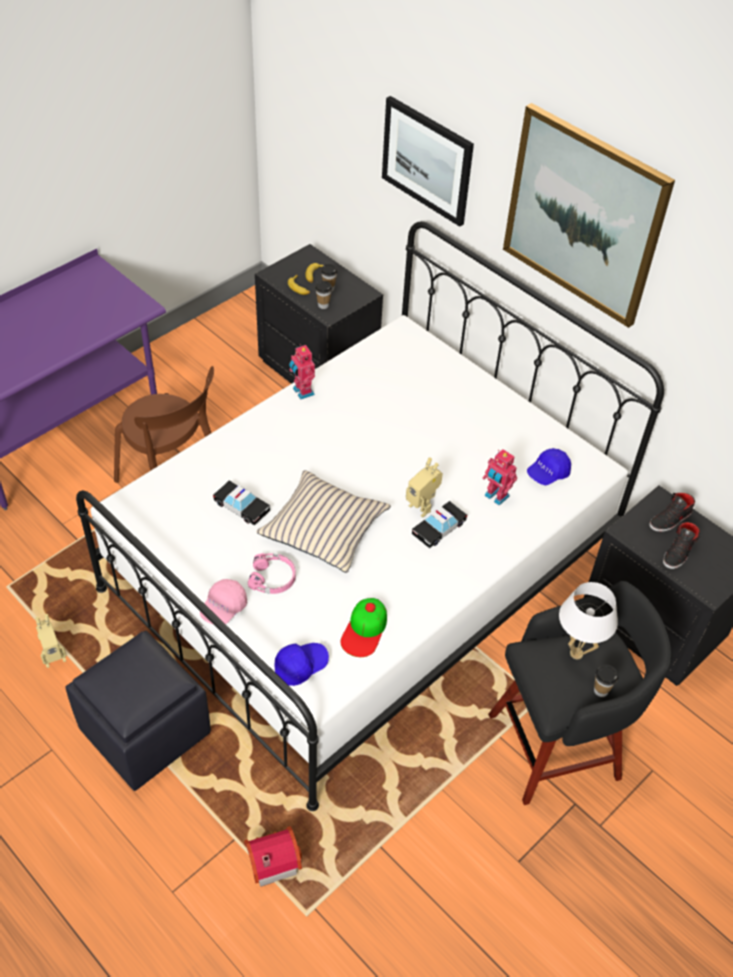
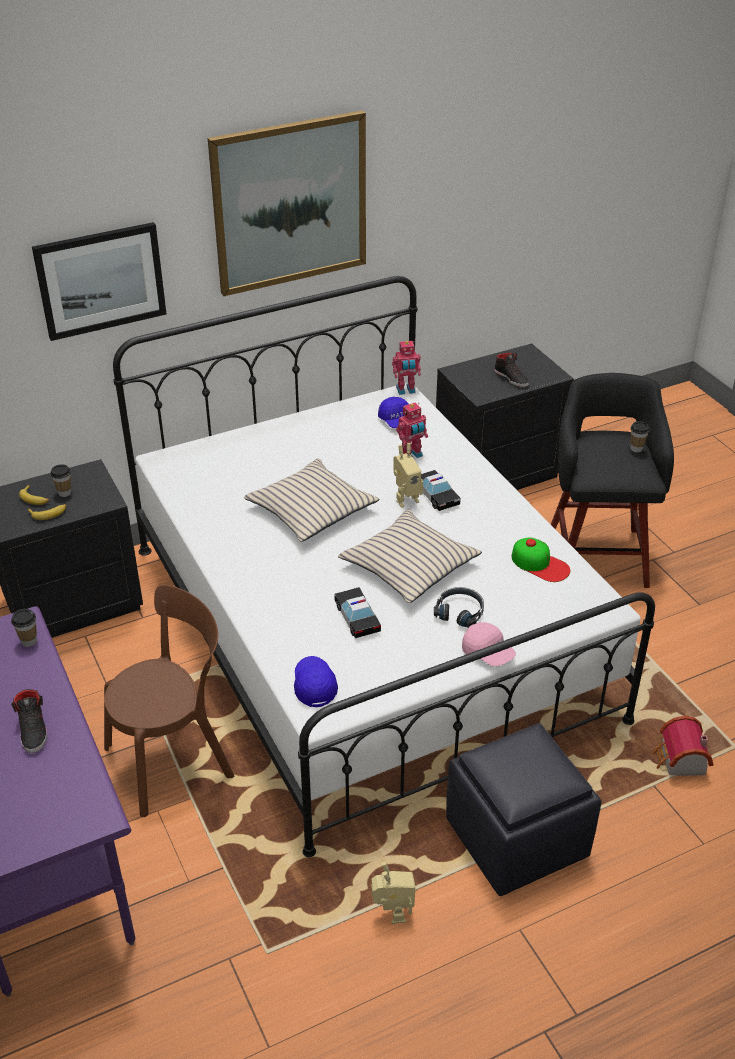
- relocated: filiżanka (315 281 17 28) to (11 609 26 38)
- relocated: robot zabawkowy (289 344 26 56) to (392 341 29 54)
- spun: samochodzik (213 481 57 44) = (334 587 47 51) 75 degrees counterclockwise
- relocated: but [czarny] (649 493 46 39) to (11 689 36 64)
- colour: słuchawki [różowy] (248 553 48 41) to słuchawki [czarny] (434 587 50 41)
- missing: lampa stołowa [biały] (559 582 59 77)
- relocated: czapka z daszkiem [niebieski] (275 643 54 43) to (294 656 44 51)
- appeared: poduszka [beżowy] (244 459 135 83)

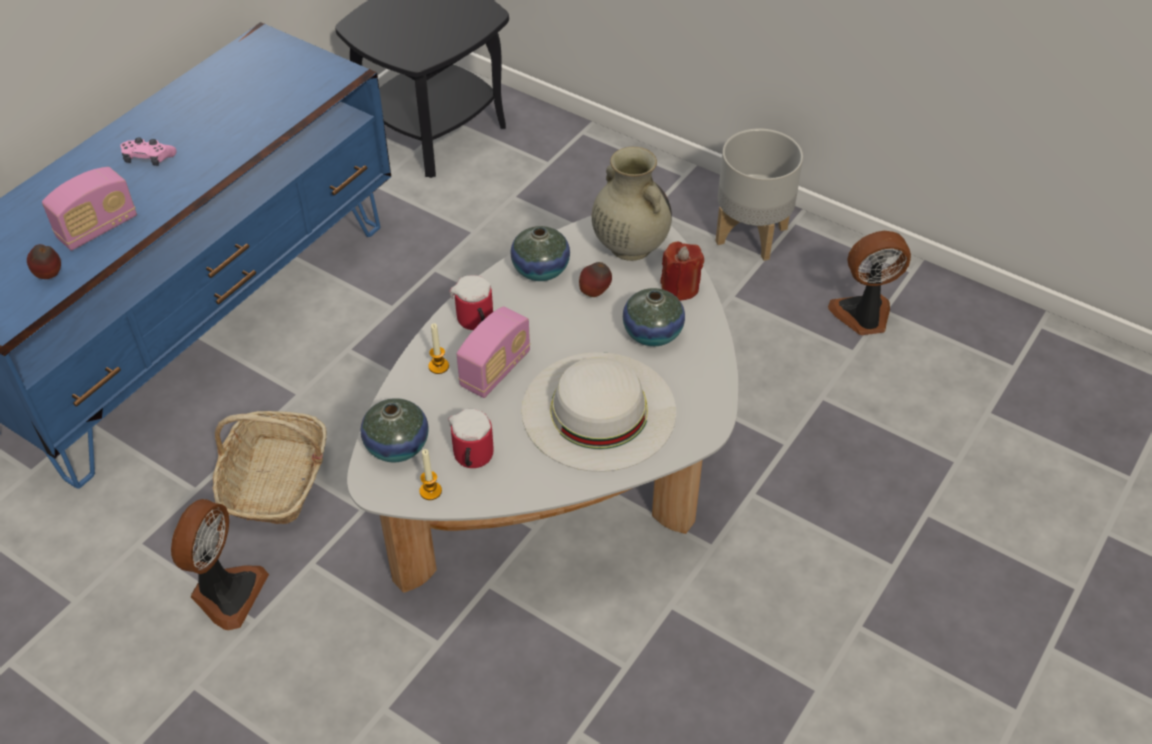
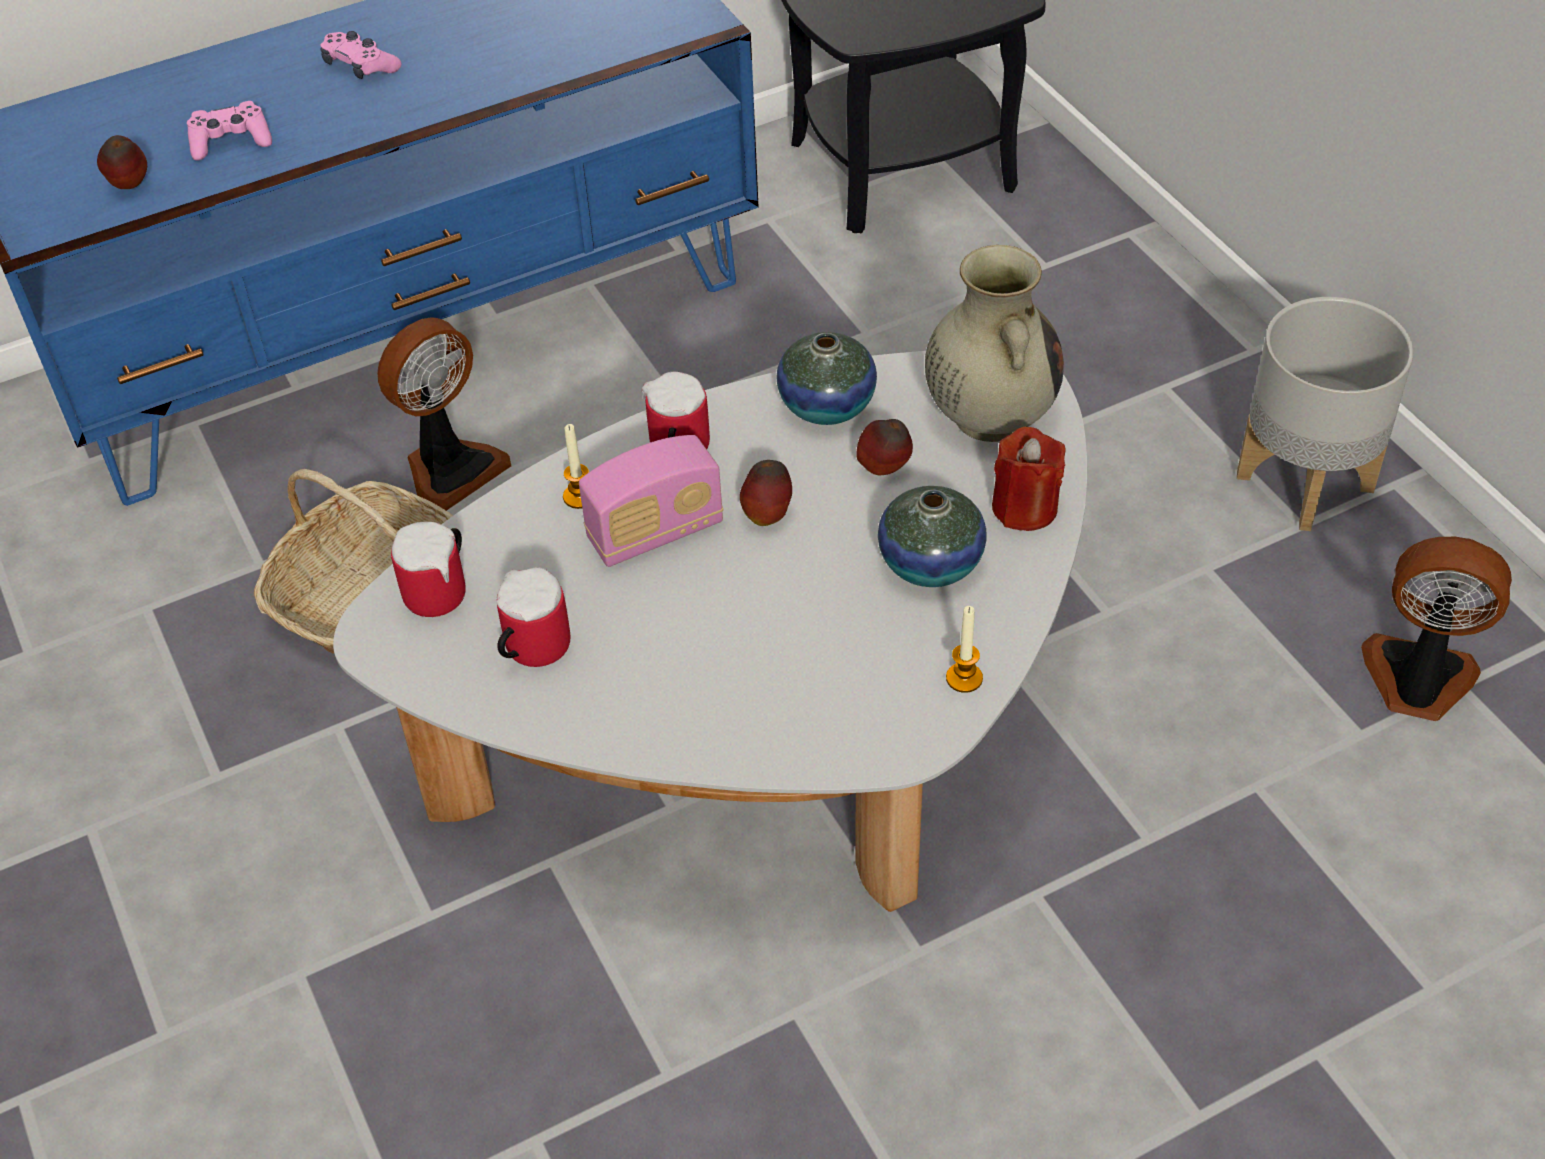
- exchanged: radio (42 167 95 84) to pad do gier [różowy] (187 101 85 60)
- missing: kapelusz [biały] (522 352 154 120)
- exchanged: wazon (360 398 69 64) to kubek (391 522 75 95)
- relocated: świeca (419 449 23 51) to (946 606 37 87)
- relocated: wentylator (171 499 98 131) to (377 317 134 194)
- appeared: jabłko (740 460 52 66)

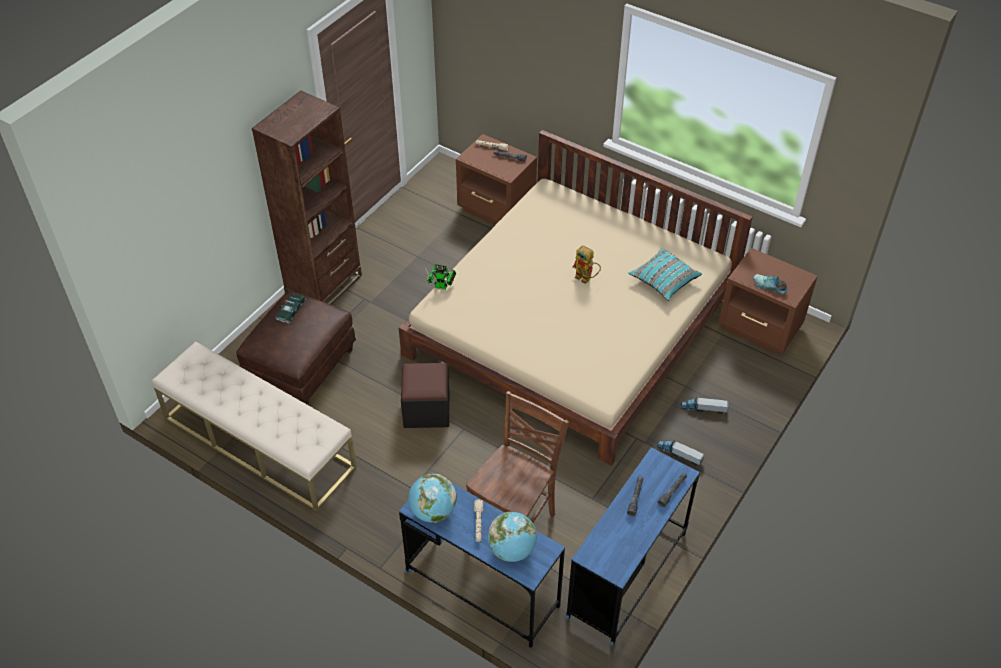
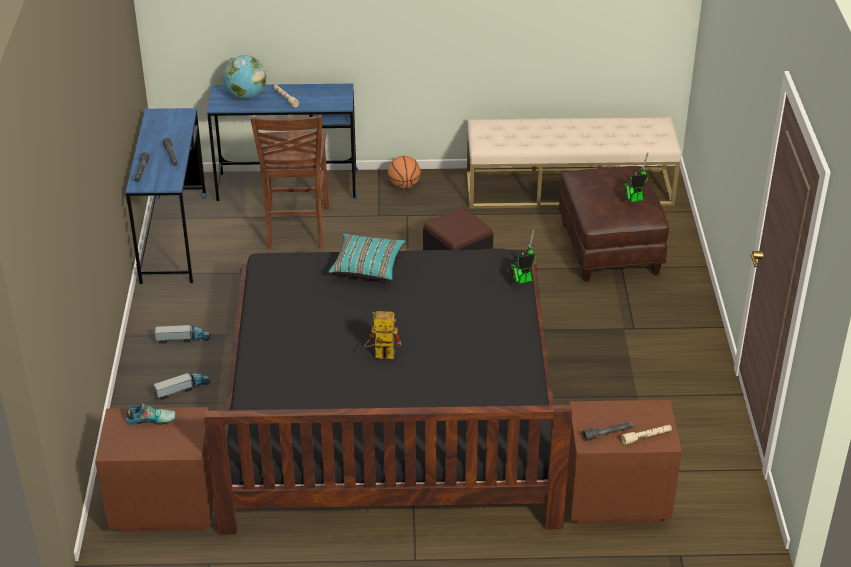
- missing: regał [brązowy] (252 91 110 214)
- colour: łóżko [beżowy] (399 130 354 336) to łóżko [czarny] (204 249 369 286)
- relocated: poduszka [turkusowy] (628 248 74 53) to (329 233 76 48)
- exchanged: samochodzik (276 293 30 30) to robot zabawkowy (624 152 24 50)
- missing: globus (408 474 49 49)
- appeared: piłka do koszykówki (388 156 33 33)

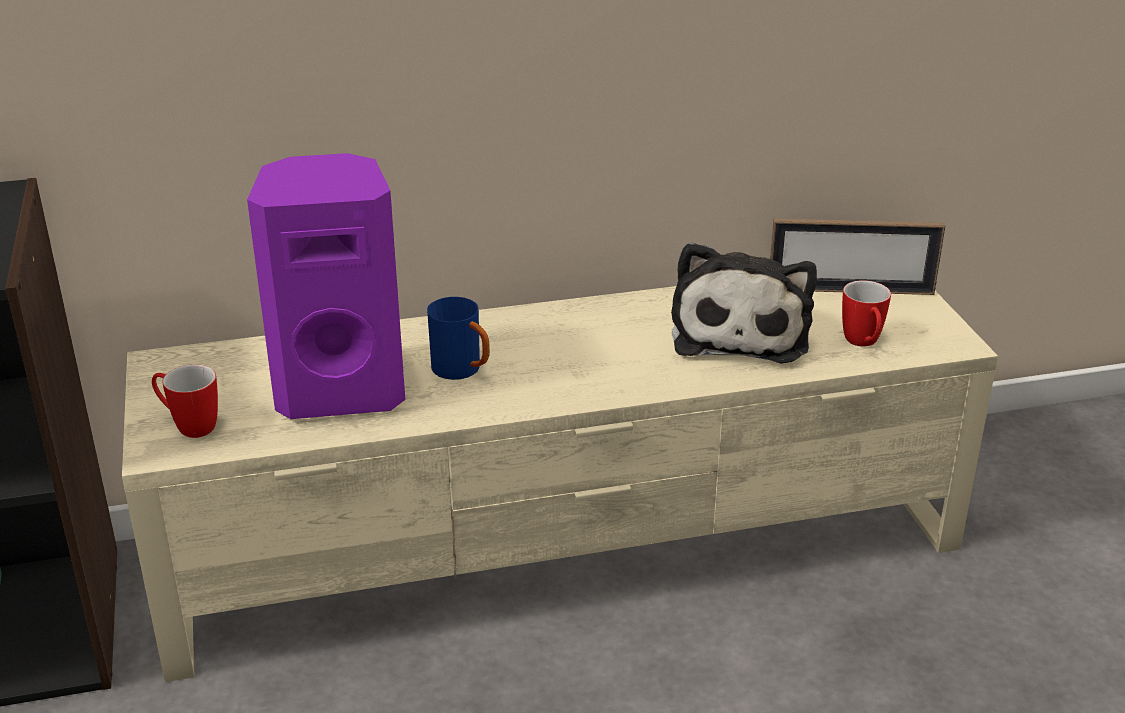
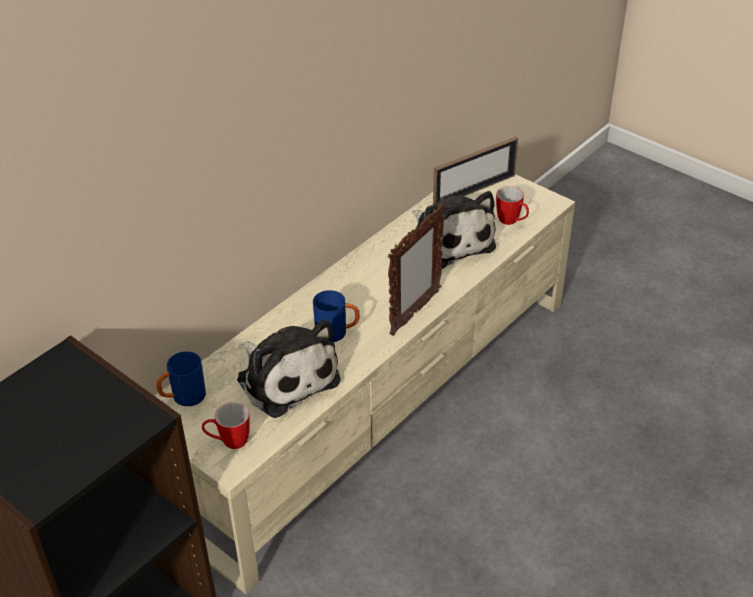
- exchanged: głośnik [fioletowy] (247 153 158 266) to pluszak (237 319 104 99)
- appeared: ramka na zdjęcie (388 204 57 132)
- appeared: kubek [niebieski] (156 351 50 55)

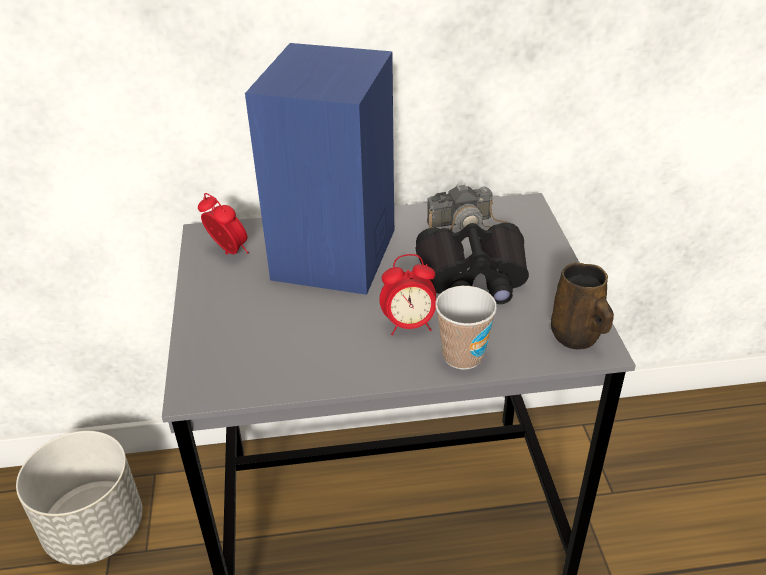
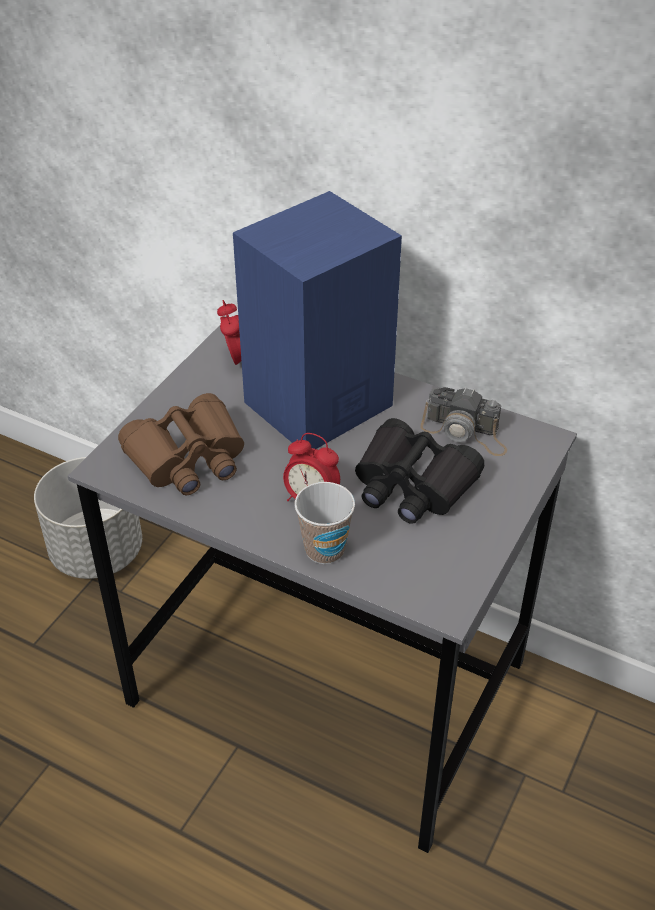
- missing: kubek [brązowy] (551 263 63 87)
- appeared: lornetka [brązowy] (118 393 126 102)

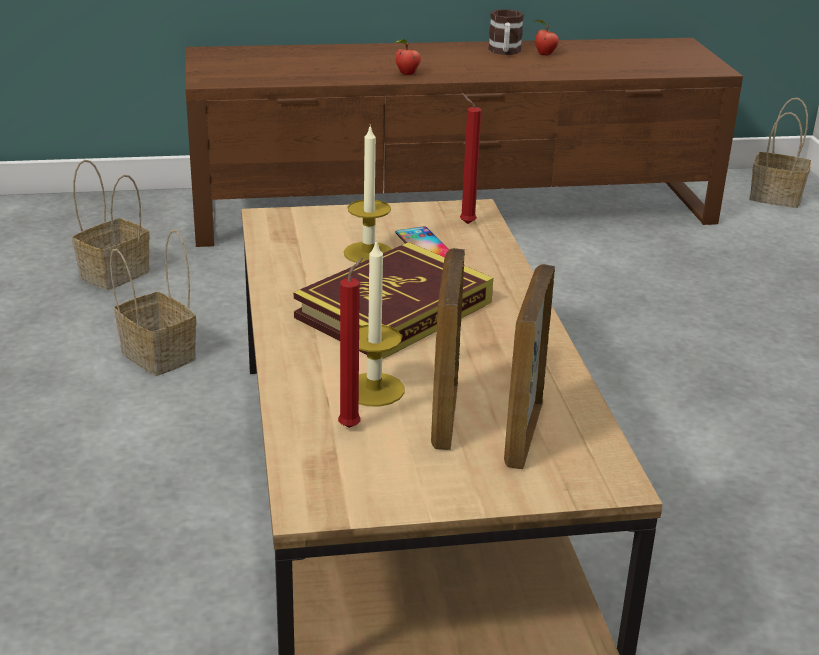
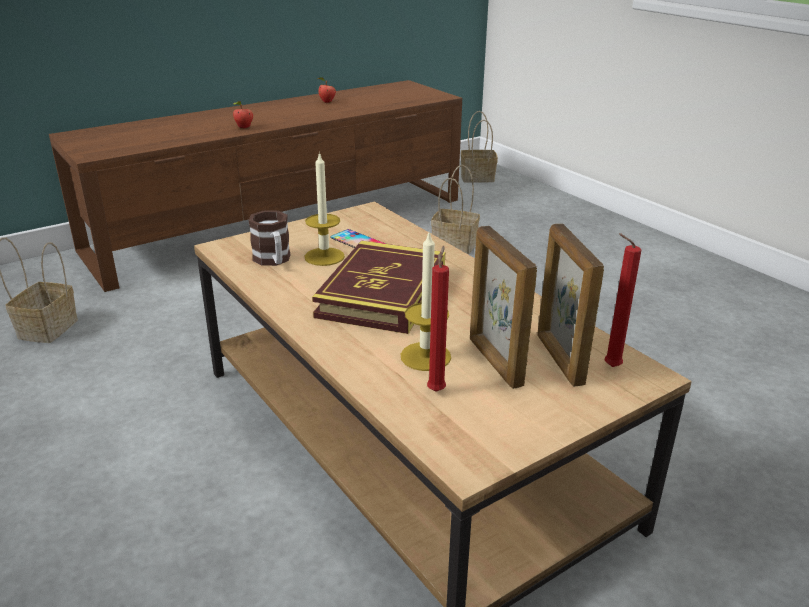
- relocated: kubek (488 9 36 46) to (248 211 43 55)
- relocated: świeca [czerwony] (460 93 21 131) to (604 233 38 134)
- relocated: koszyk (110 230 86 146) to (431 165 49 89)

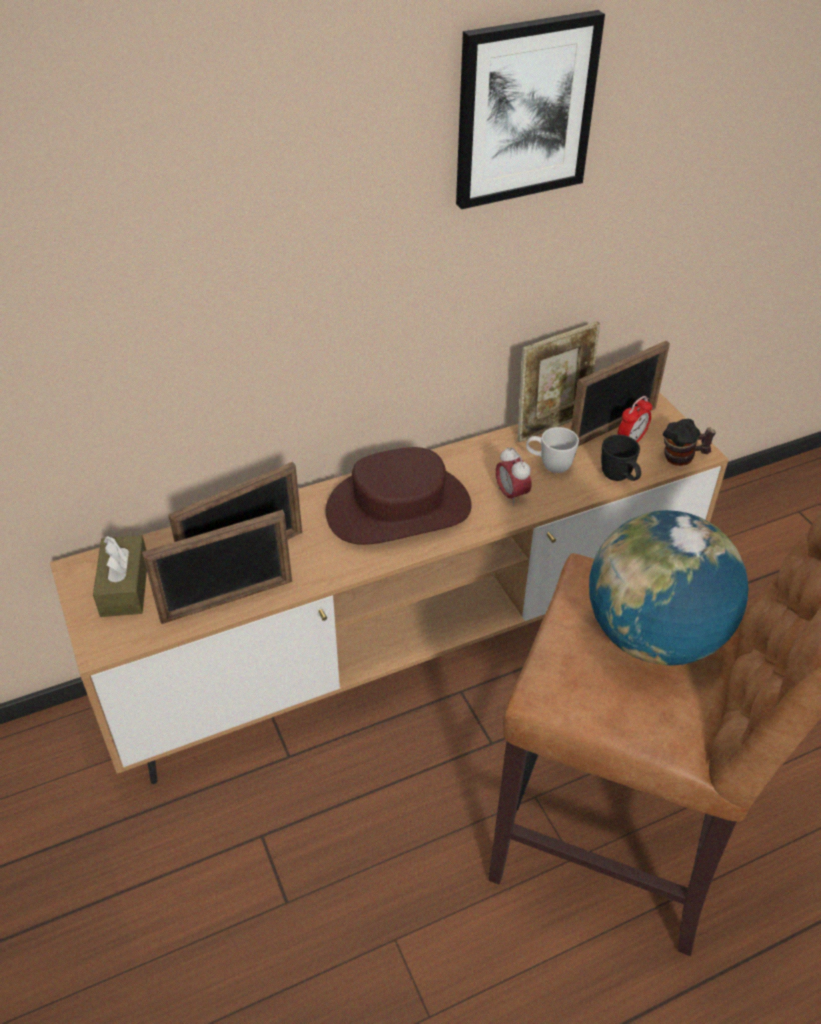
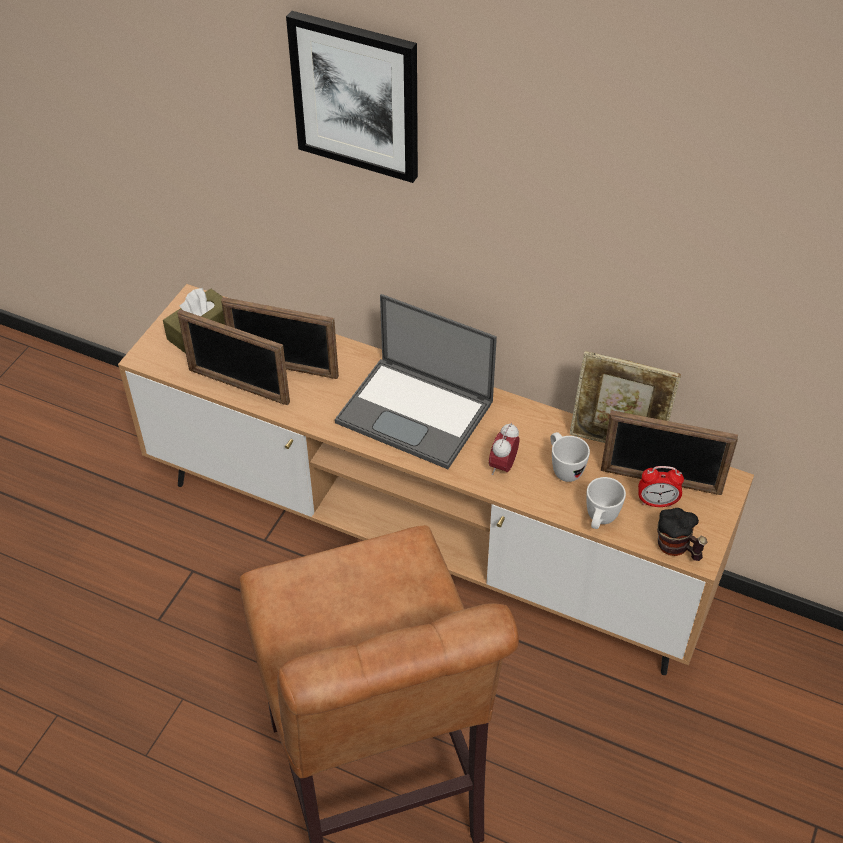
- relocated: obraz (456 10 149 199) to (286 11 132 172)
- colour: kubek [czarny] (601 435 40 46) to kubek [biały] (586 477 40 52)
- exchanged: kapelusz [brązowy] (326 447 146 98) to laptop (335 294 162 175)
- missing: globus (589 510 160 155)

